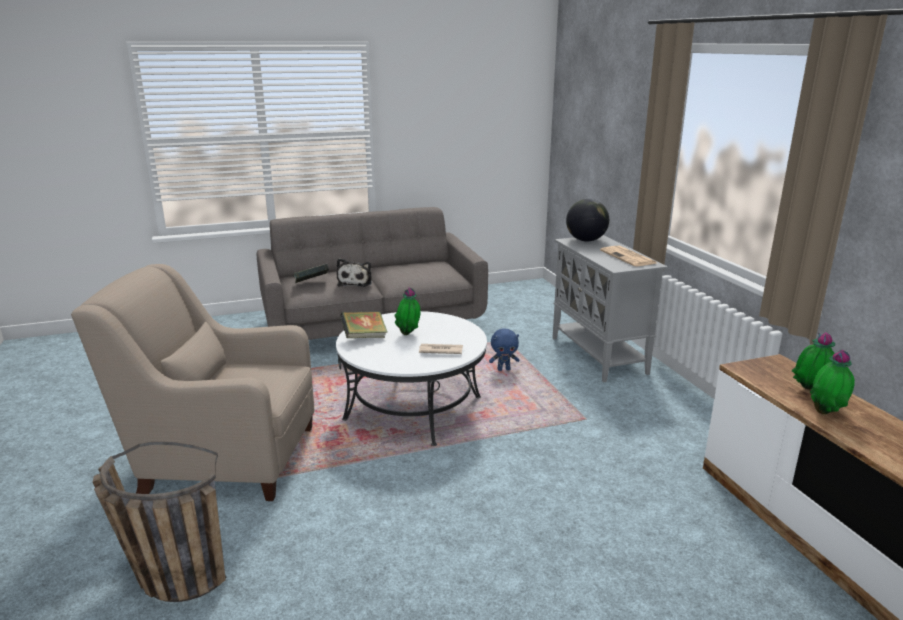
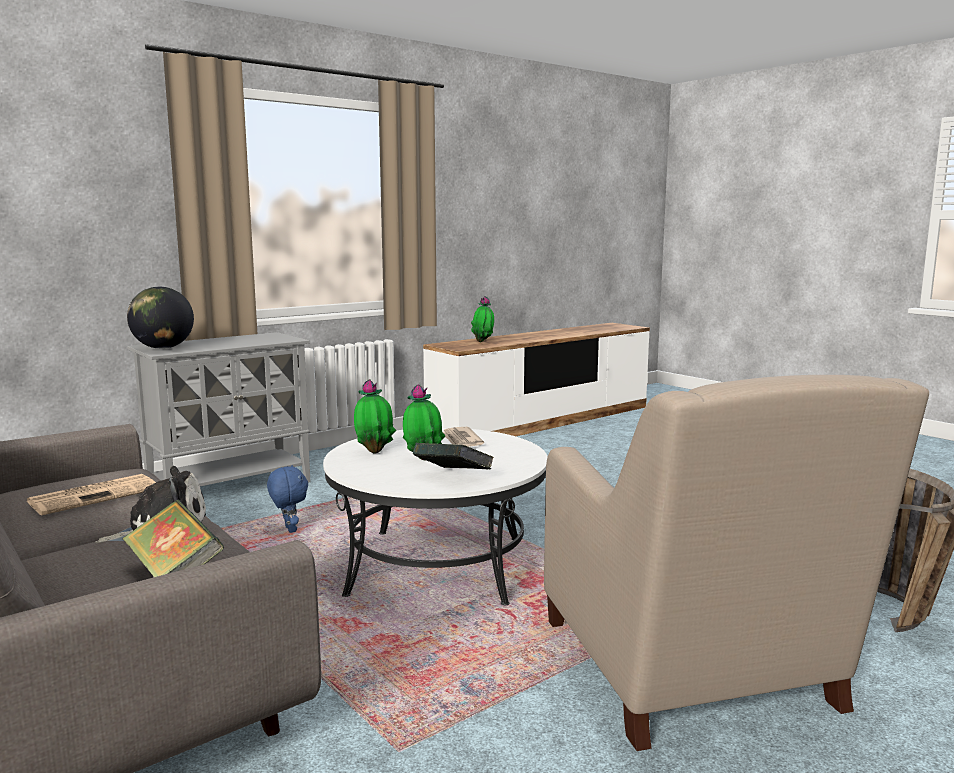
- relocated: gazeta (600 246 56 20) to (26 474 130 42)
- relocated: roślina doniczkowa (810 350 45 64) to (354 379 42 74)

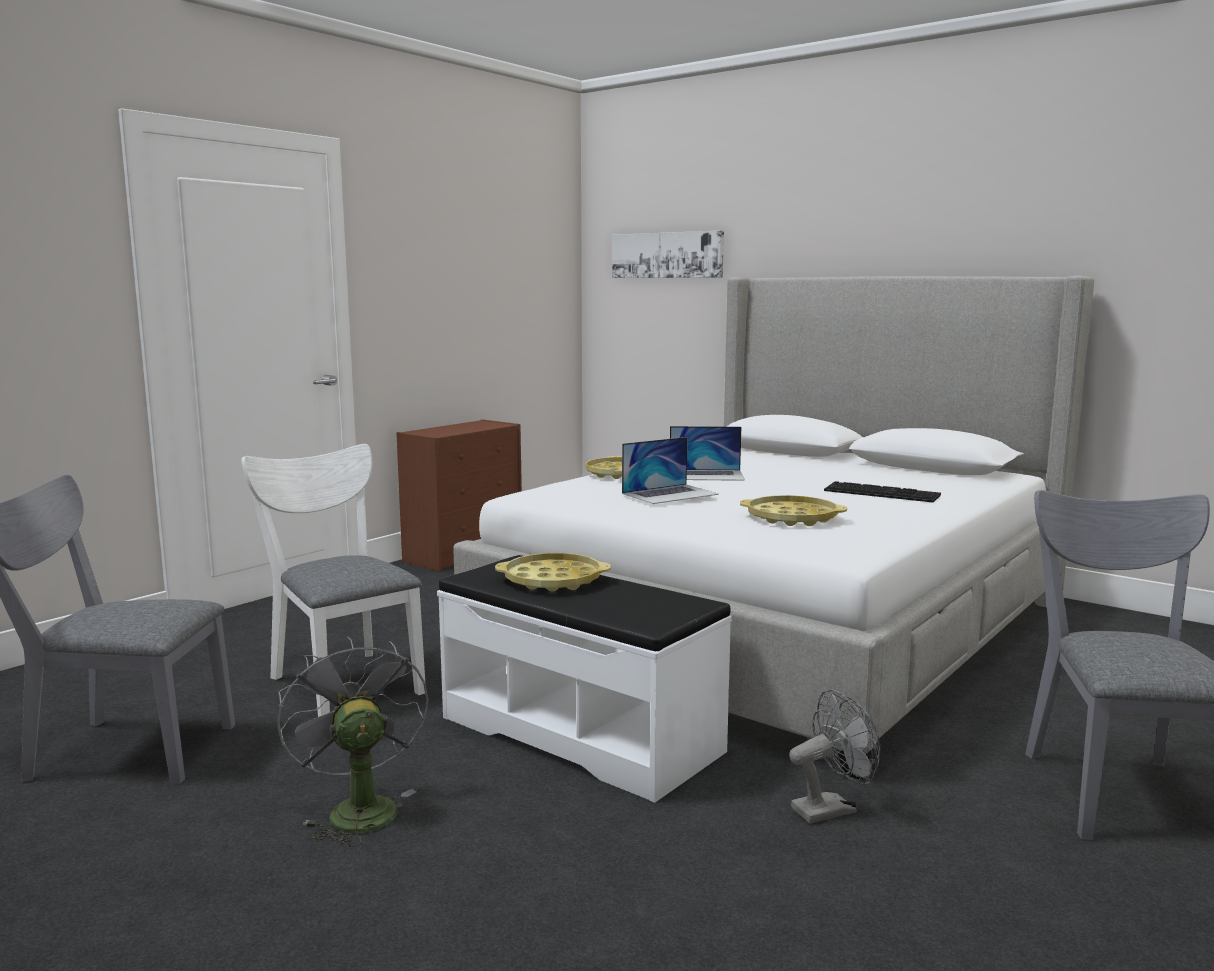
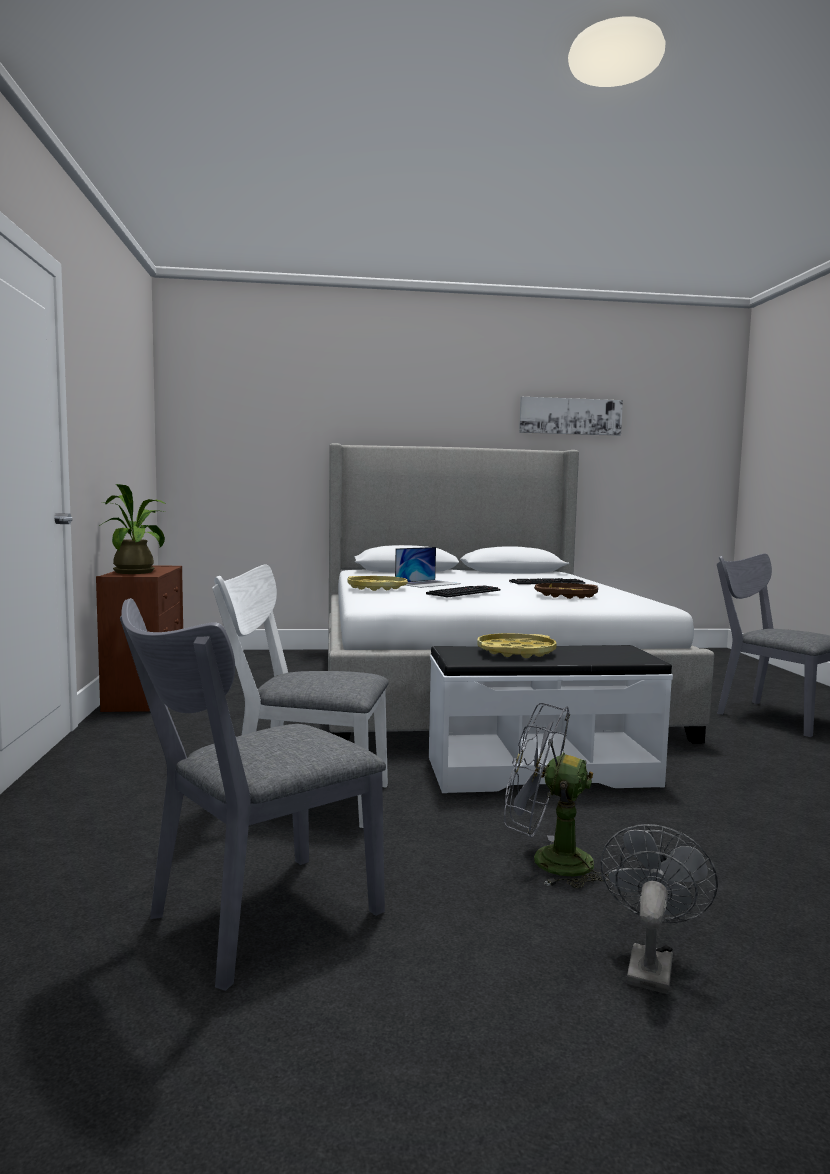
- relocated: obraz (612 231 112 47) to (519 397 104 39)
- exchanged: laptop (622 437 97 67) to klawiatura (426 585 75 13)
- colour: taca [żółty] (740 495 107 31) to taca [brązowy] (534 583 64 16)
- relocated: wentylator [szary] (789 689 91 134) to (600 824 118 170)
- appeared: roślina doniczkowa (101 484 65 90)

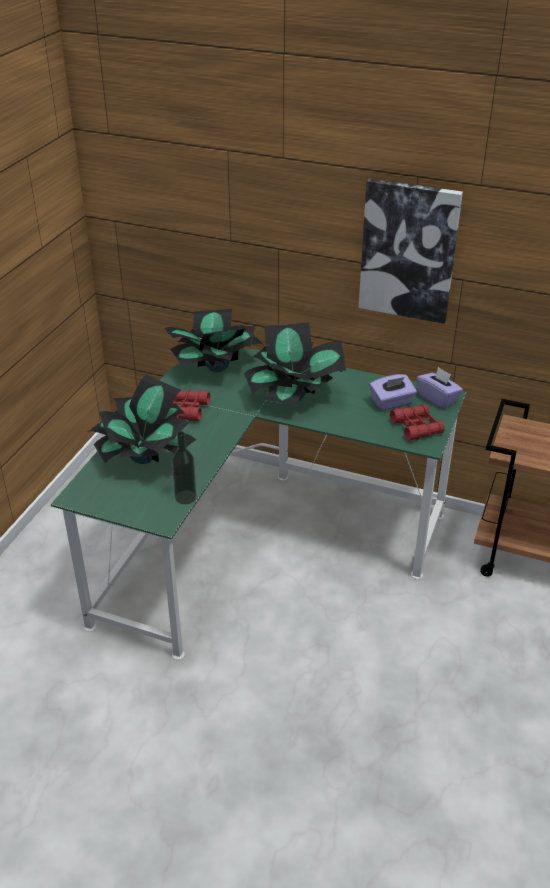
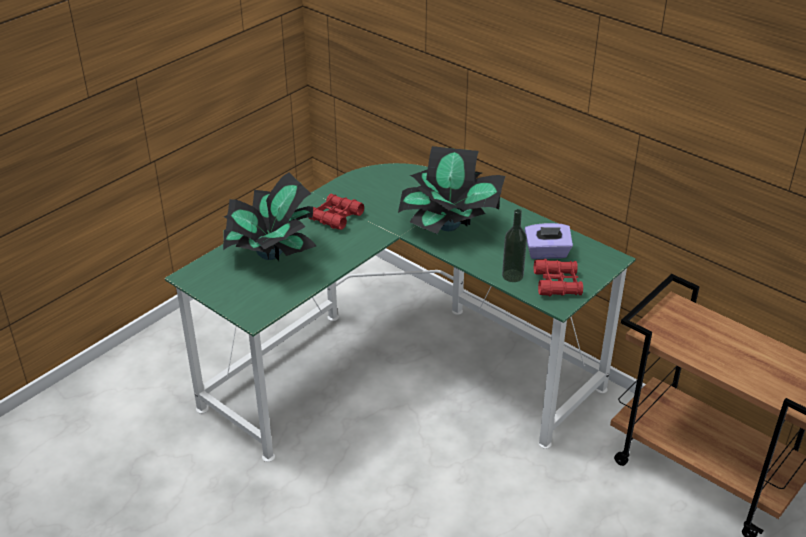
- missing: obraz (359 178 104 146)
- missing: roślina doniczkowa (164 309 100 63)
- missing: pudełko chusteczek [fioletowy] (417 367 46 42)
- relocated: butelka (171 431 26 73) to (502 209 25 73)

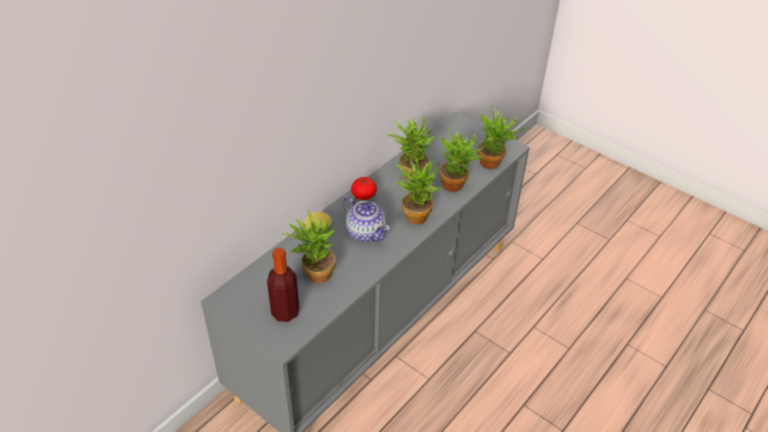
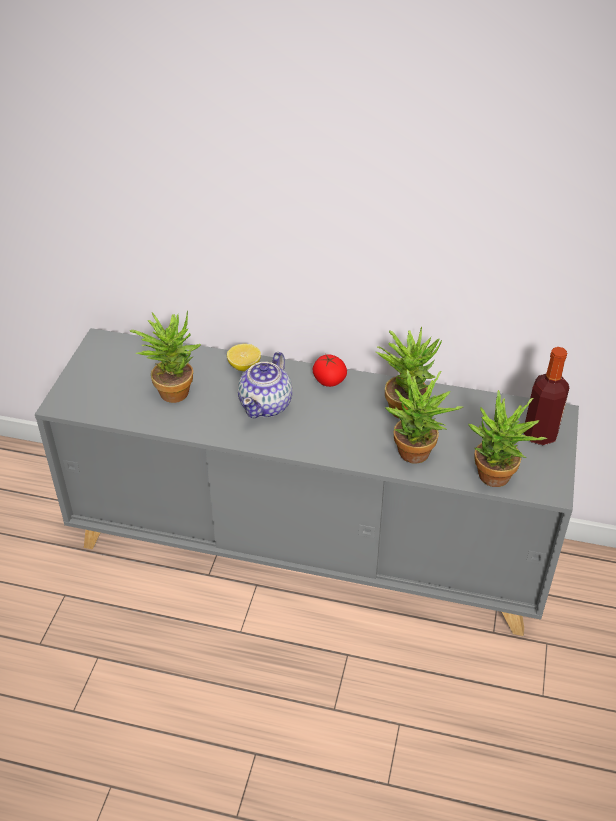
- missing: roślina doniczkowa (394 155 48 70)
- relocated: butelka (267 248 32 74) to (524 347 45 98)

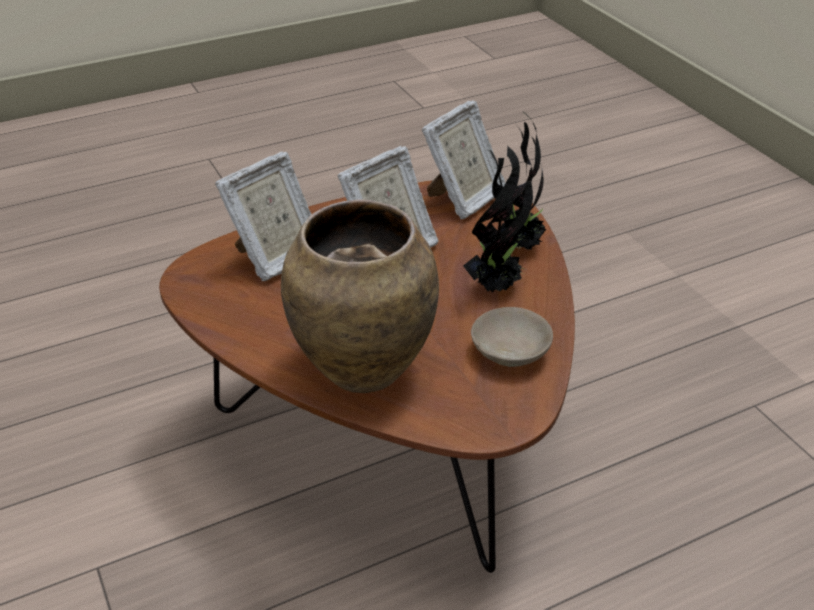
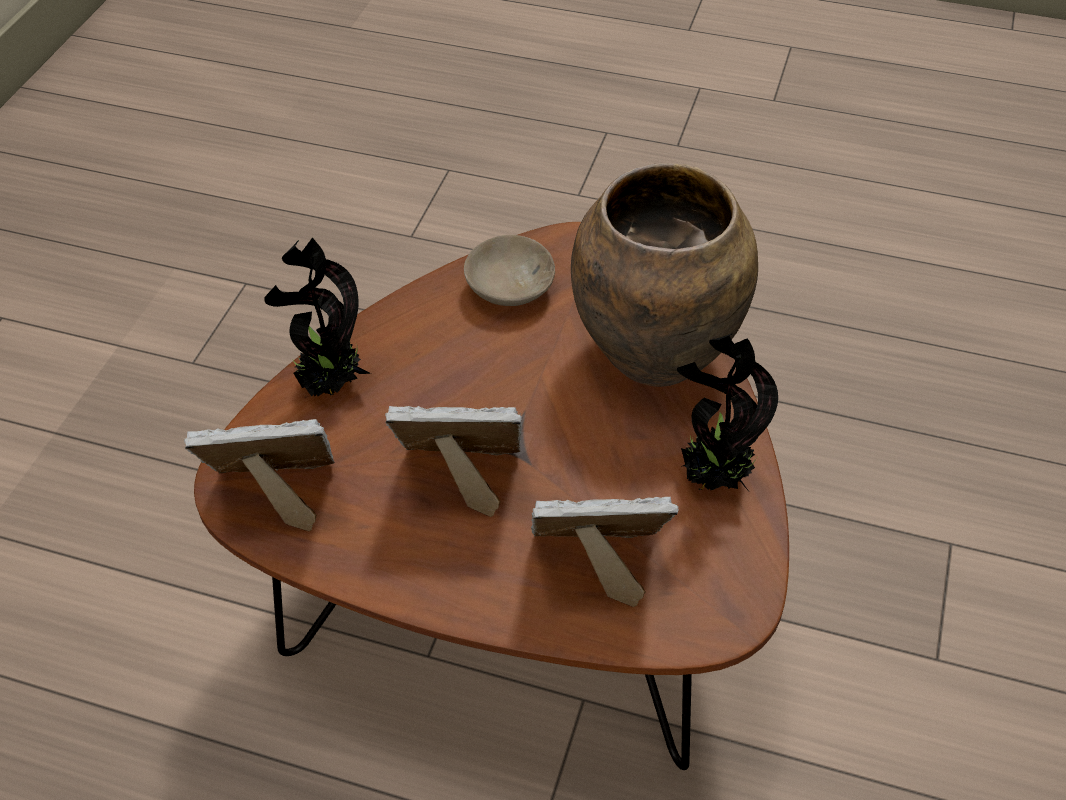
- relocated: roślina doniczkowa (463 146 70 147) to (677 334 101 156)

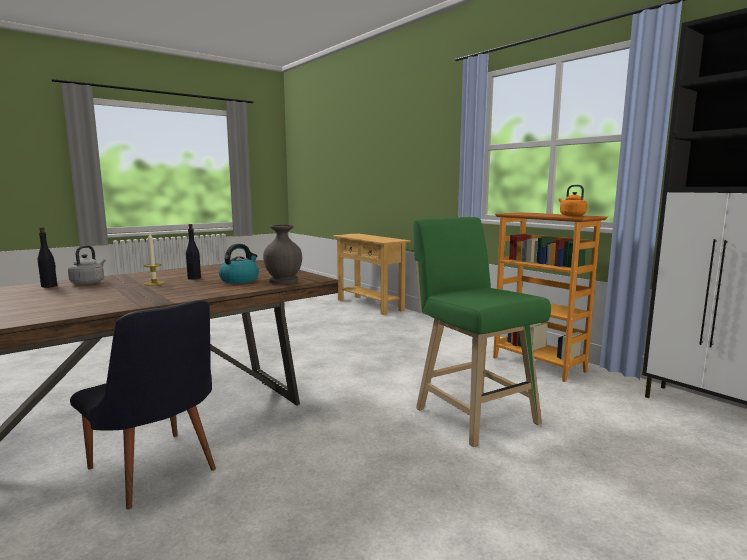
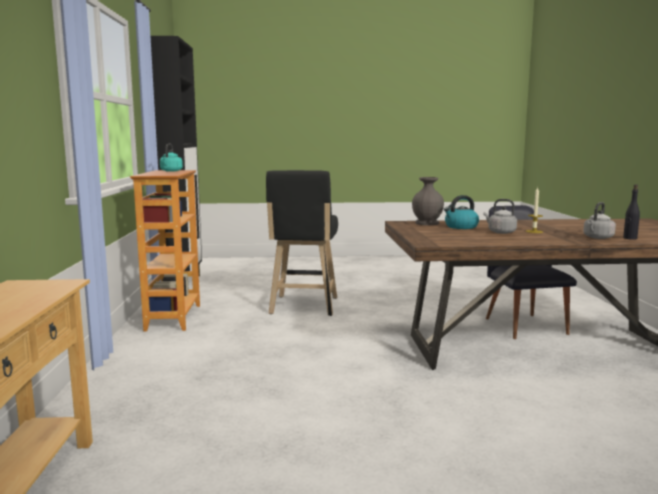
- colour: czajnik [pomarańczowy] (559 185 28 31) to czajnik [turkusowy] (160 144 23 28)
- colour: stołek [zielony] (413 217 138 230) to stołek [czarny] (266 170 72 146)
- exchanged: butelka [czarny] (186 224 15 56) to czajnik [szary] (484 199 33 35)

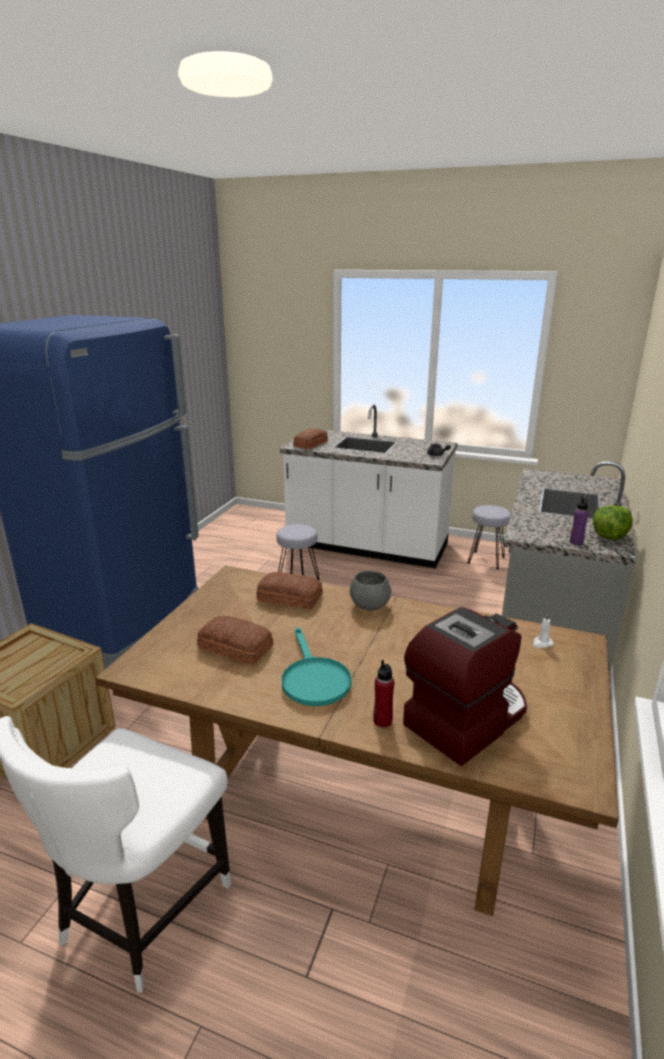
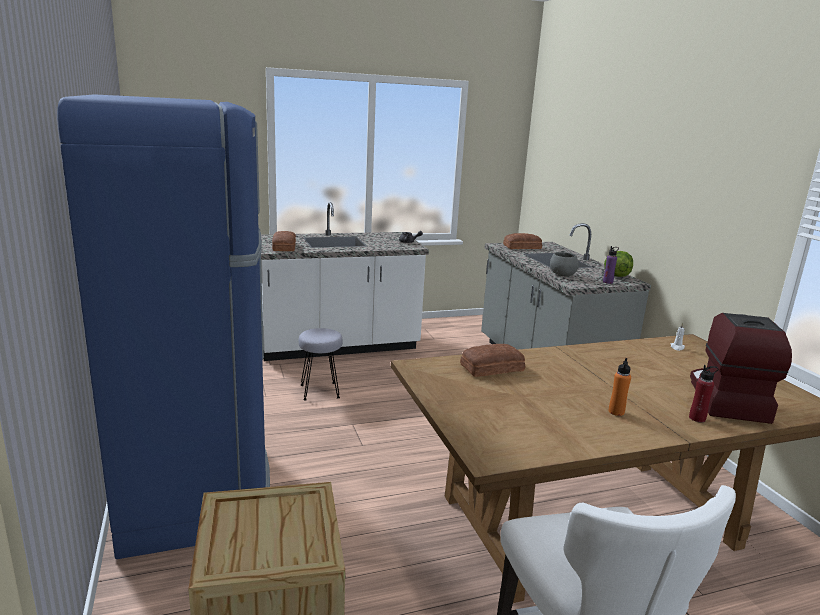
- missing: stołek [szary] (467 505 44 64)
- relocated: miska [szary] (350 571 41 40) to (550 252 29 24)
- relocated: chleb (197 616 76 49) to (503 233 39 16)
- exchanged: patelnia [turkusowy] (282 627 70 79) to butelka [pomarańczowy] (609 358 22 58)

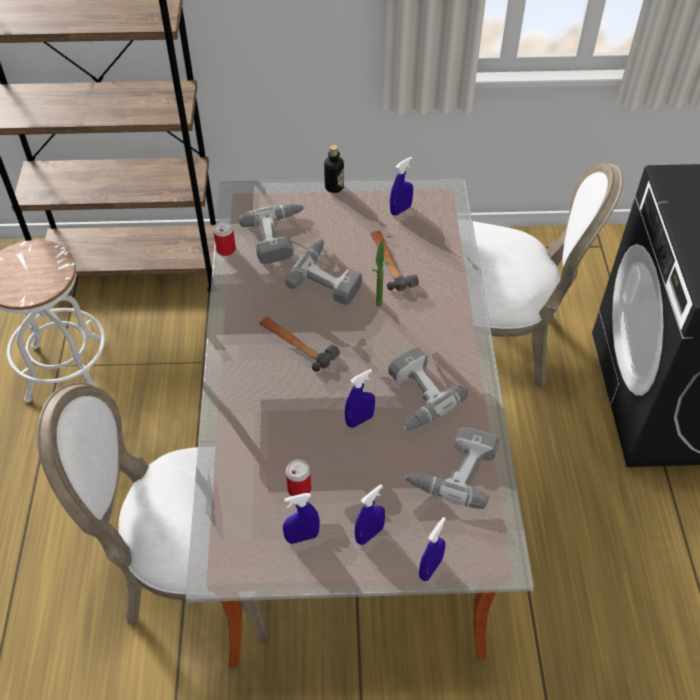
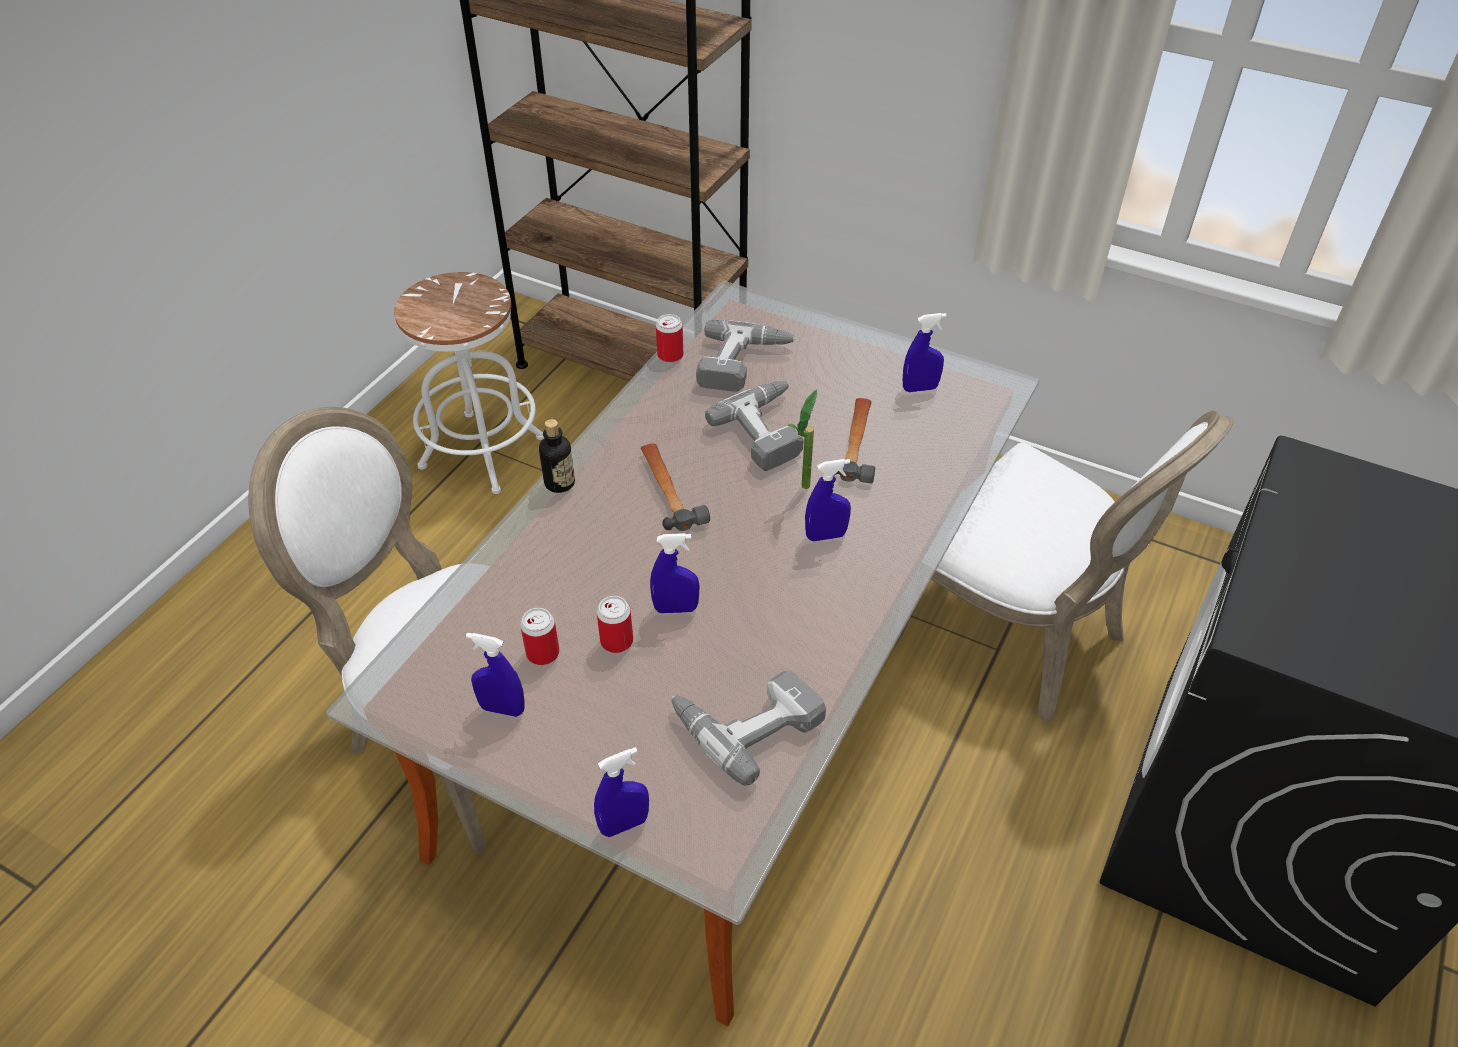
- relocated: butelka (324 145 20 48) to (539 419 36 74)
- missing: wiertarka (388 347 80 83)
- relocated: spryskiwacz [niebieski] (354 484 31 61) to (805 459 46 82)
- appeared: puszka (597 596 36 57)

